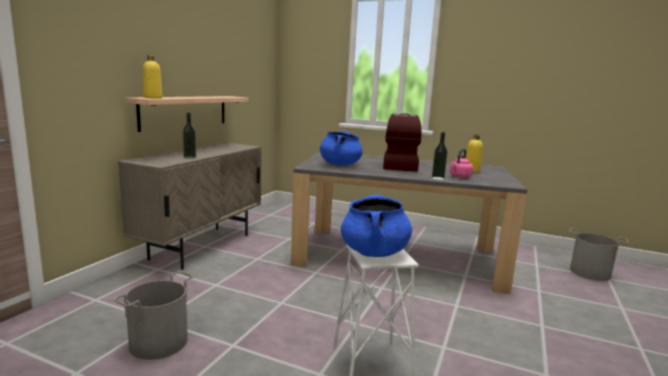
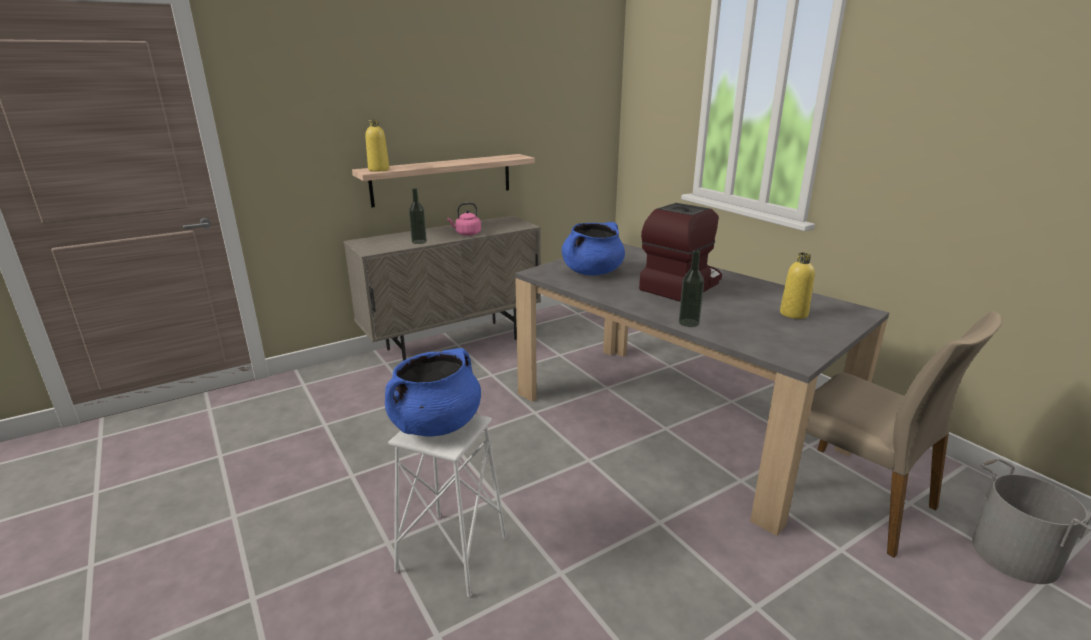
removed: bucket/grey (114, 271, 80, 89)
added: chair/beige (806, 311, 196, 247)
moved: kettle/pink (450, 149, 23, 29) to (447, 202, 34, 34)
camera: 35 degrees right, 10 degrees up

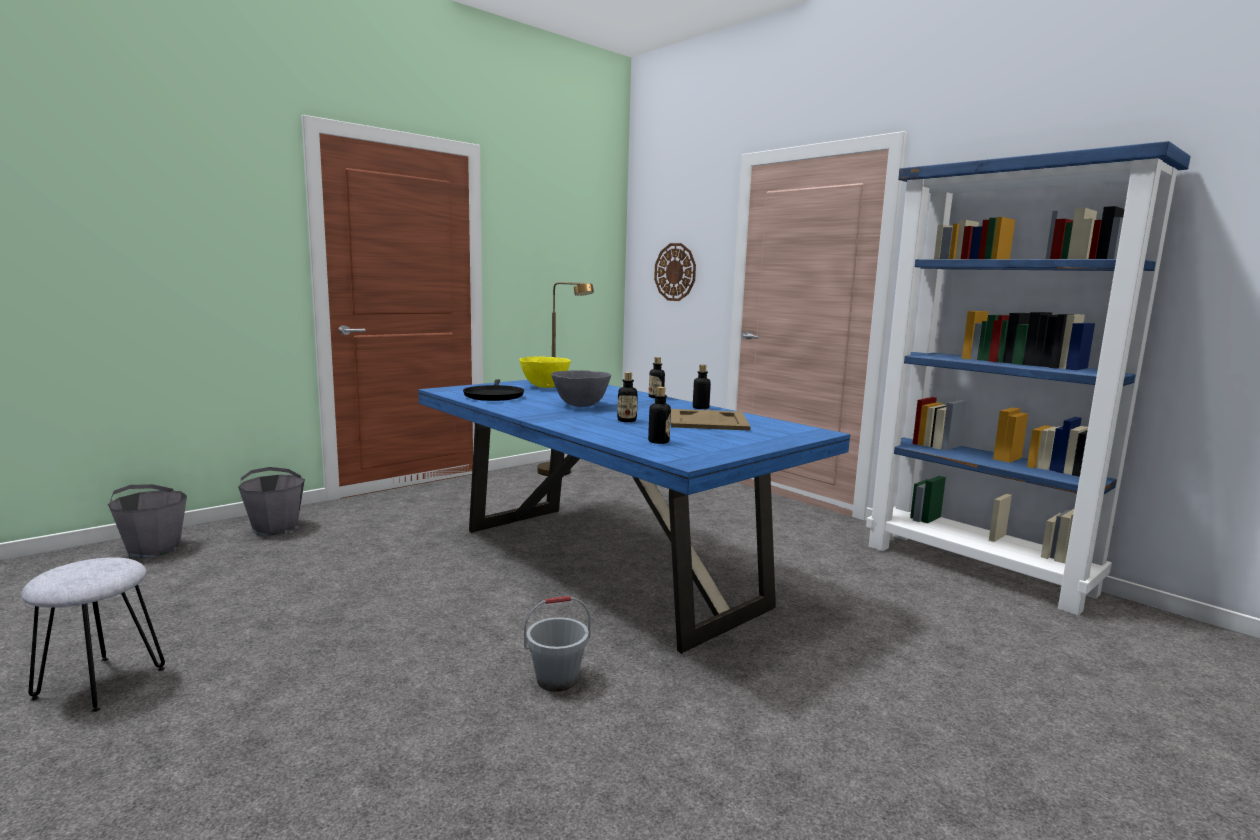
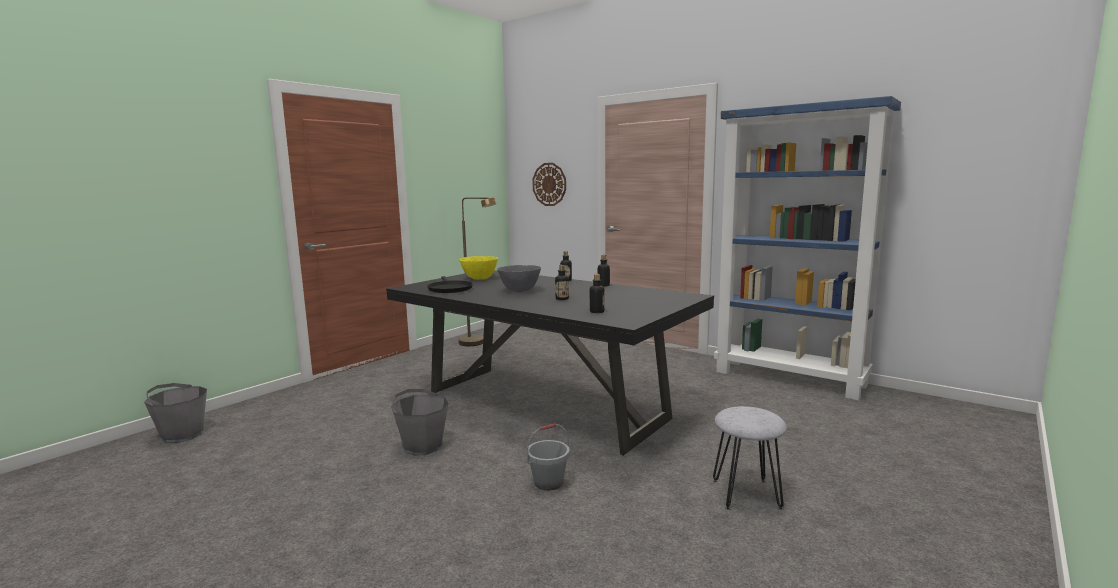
removed: tray/beige (671, 409, 80, 22)
moved: bucket/grey (238, 467, 67, 69) to (391, 389, 57, 67); stool/grey (21, 557, 144, 155) to (713, 406, 74, 104)
recoloured: dining table/blue (418, 380, 432, 274) to dining table/black (386, 270, 328, 186)
camera: 10 degrees left, 0 degrees up

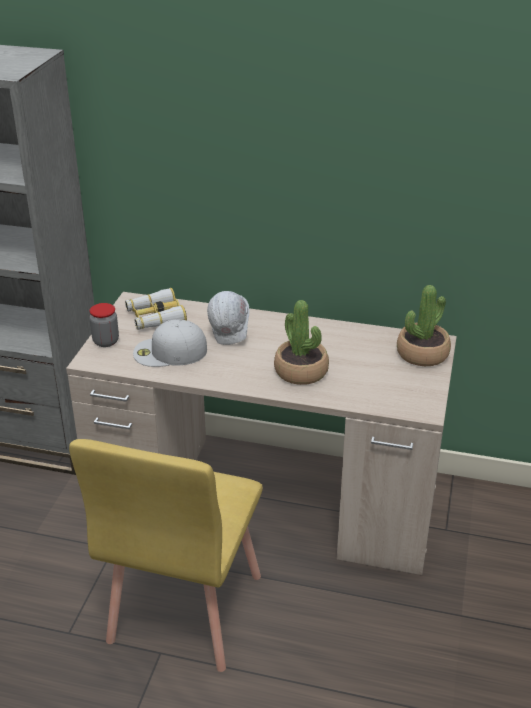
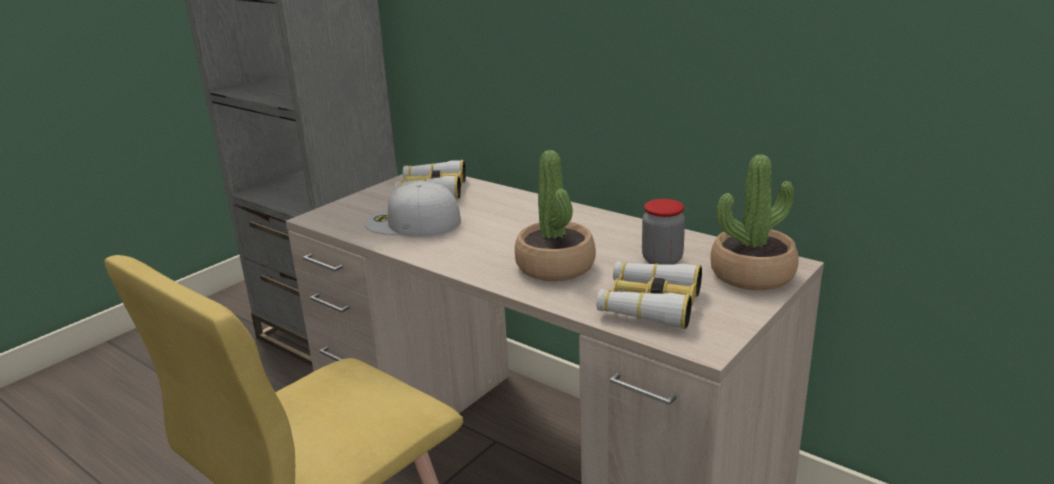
removed: hard hat/white (207, 291, 43, 54)
added: binoculars (596, 261, 106, 68)
moved: jar (89, 303, 30, 44) to (642, 199, 43, 66)
camera: 25 degrees right, 10 degrees down

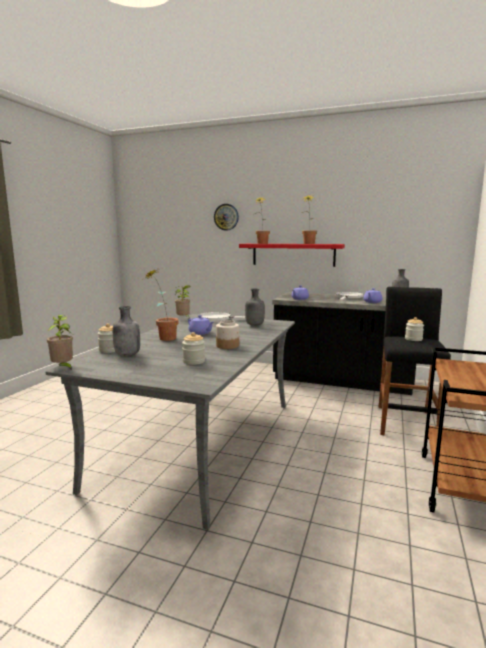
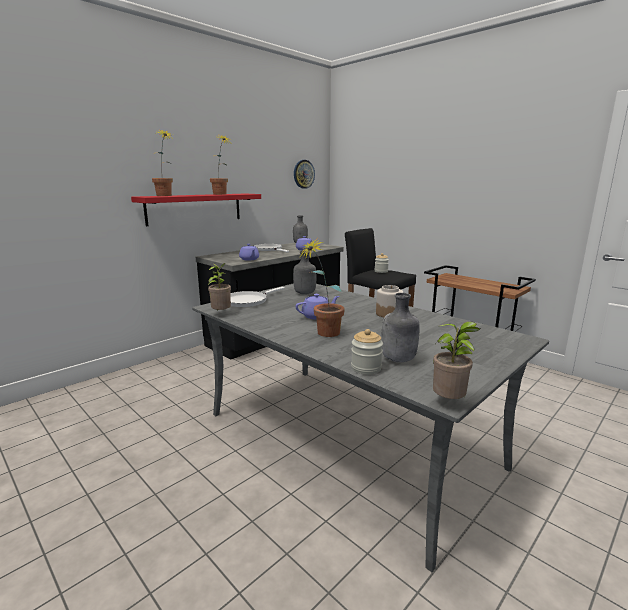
removed: jar (182, 332, 23, 33)
moved: wall clock (214, 204, 25, 27) to (294, 160, 21, 29)
camera: 65 degrees left, 5 degrees up

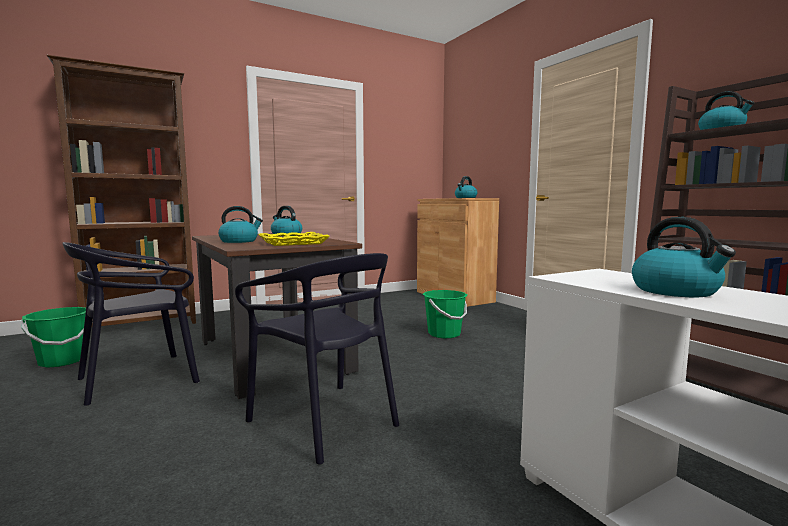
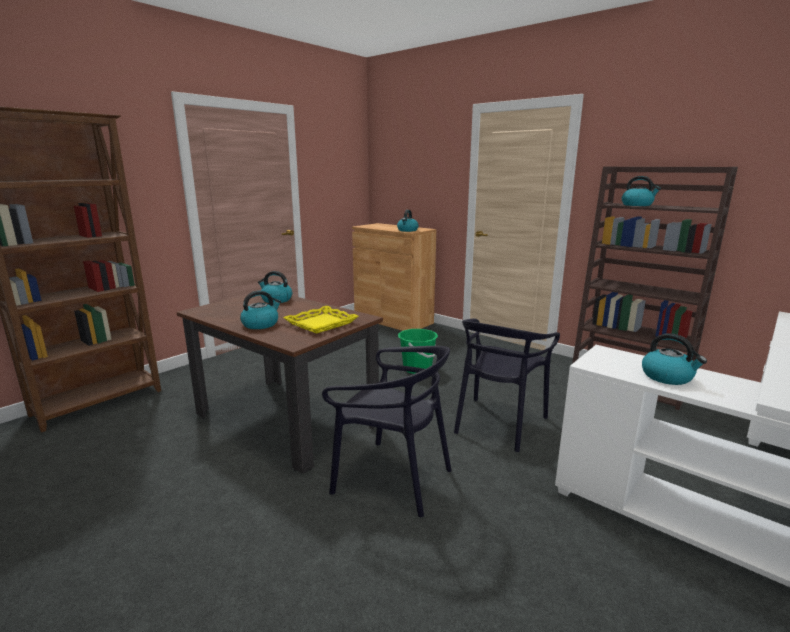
removed: bucket/green (21, 307, 65, 61)
moved: chair/black (62, 242, 138, 164) to (454, 318, 106, 134)
camera: 20 degrees left, 10 degrees up

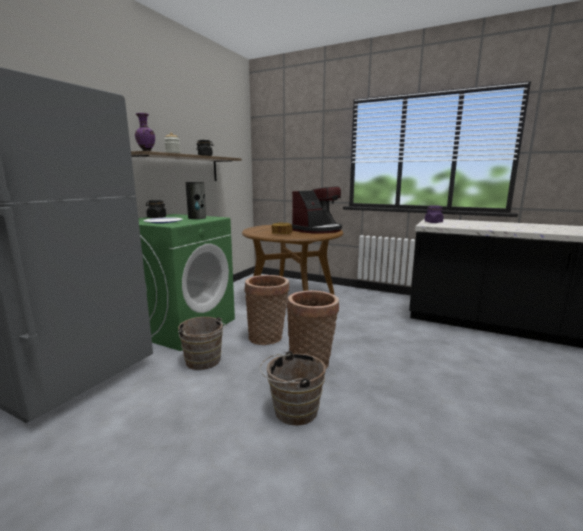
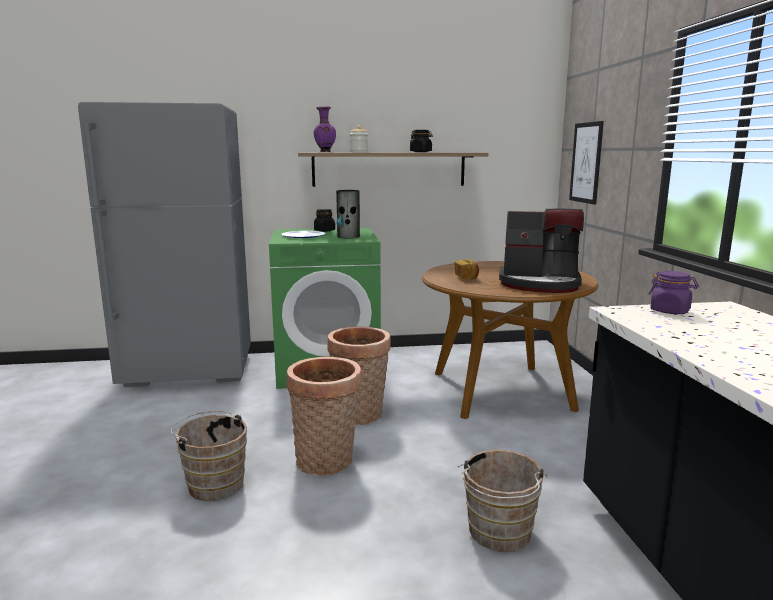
added: picture (569, 121, 35, 84)
moved: bucket/brown (178, 317, 48, 53) to (458, 450, 89, 102)
camera: 55 degrees right, 0 degrees up

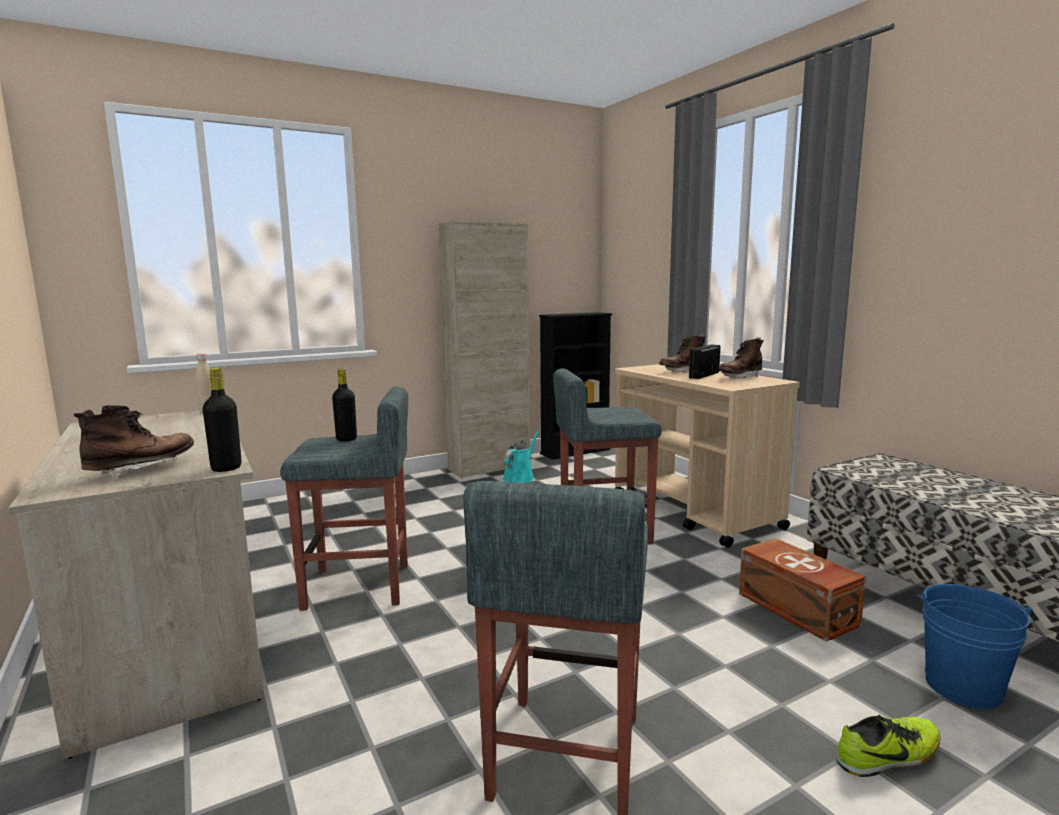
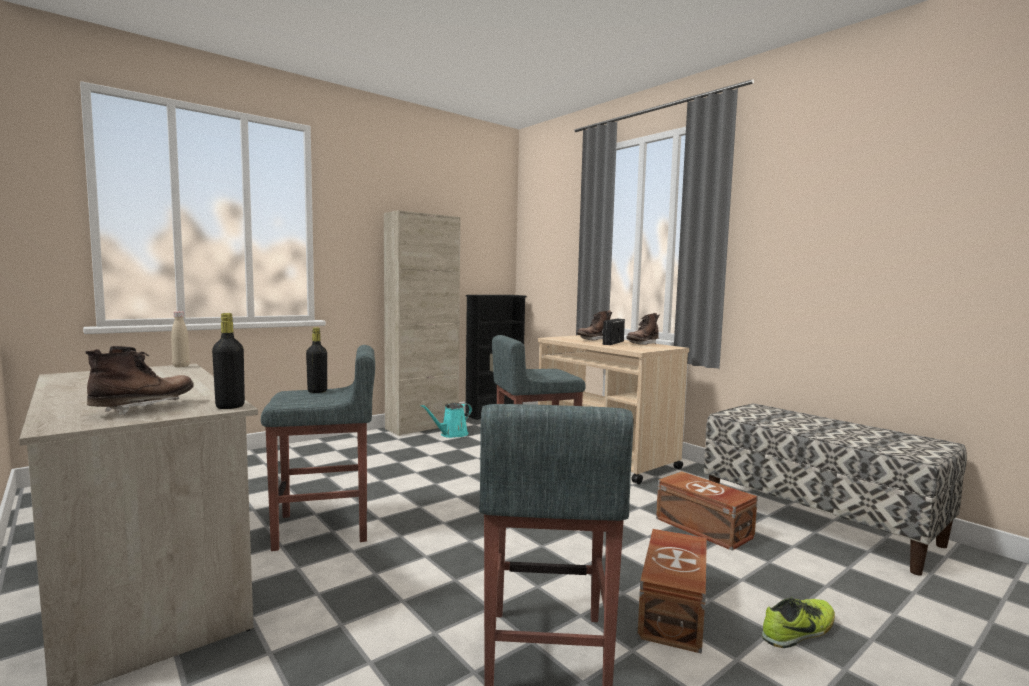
removed: bucket/blue (917, 584, 115, 125)
added: storage box/brown (637, 529, 70, 125)
turned: watering can/turquoise (503, 430, 36, 53) = (421, 403, 51, 35) 150 degrees counterclockwise
camera: 10 degrees left, 5 degrees down

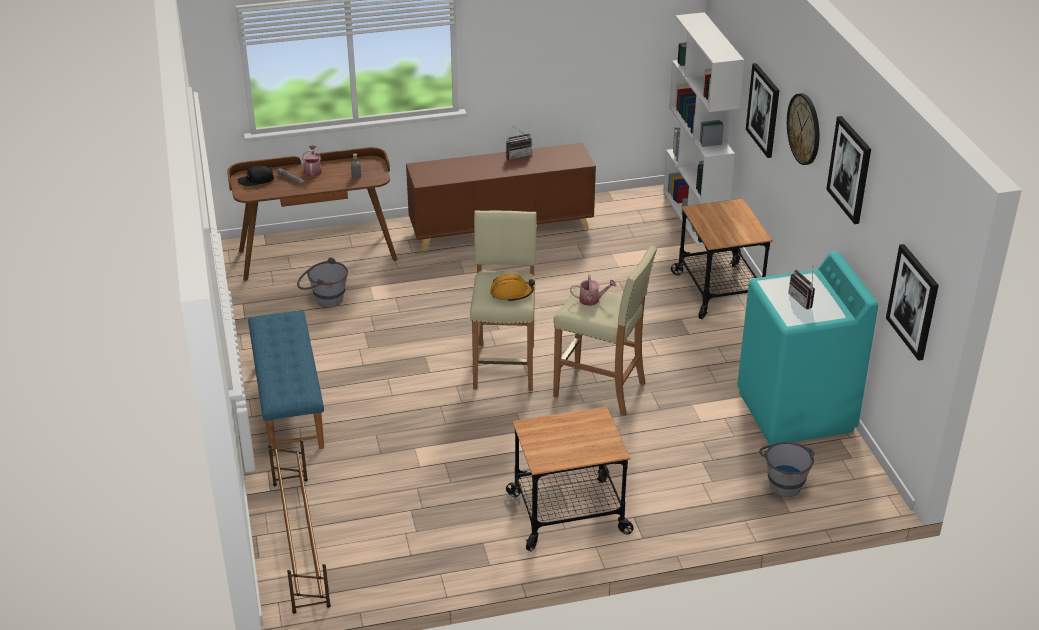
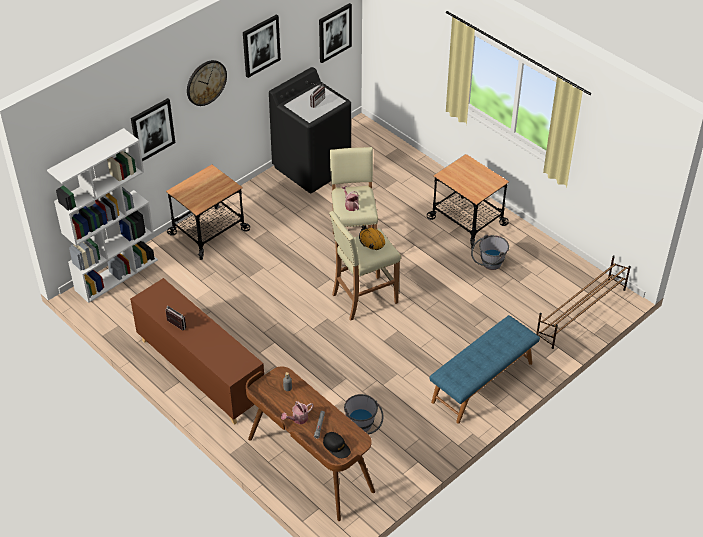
moved: bucket/grey (759, 442, 55, 55) to (471, 234, 38, 36)
recoloured: washing machine/turquoise (737, 252, 141, 193) to washing machine/black (269, 67, 82, 126)
camera: 120 degrees left, 10 degrees up

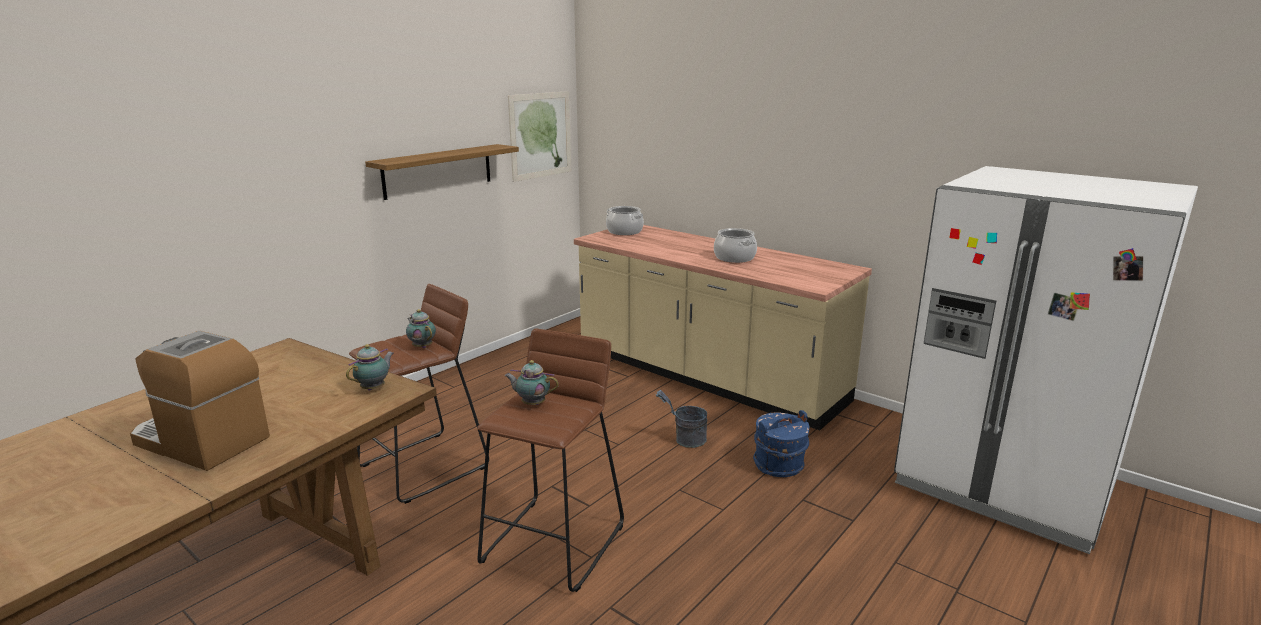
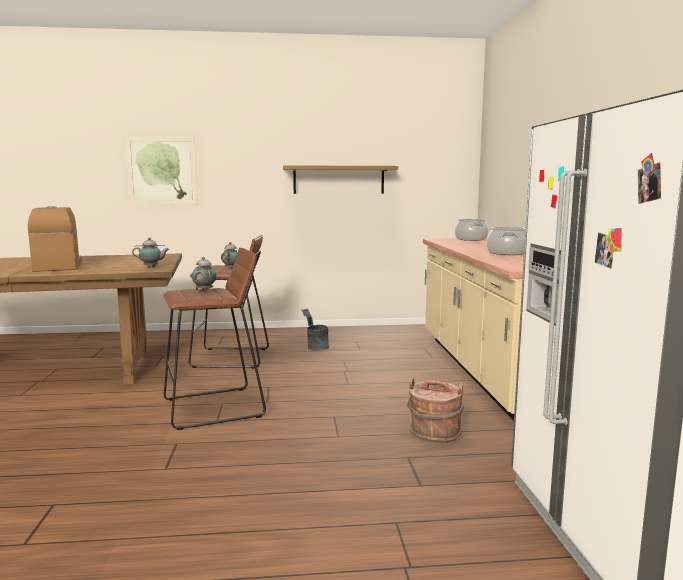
moved: picture (508, 91, 63, 91) to (125, 136, 73, 69); bucket/grey (655, 390, 52, 58) to (301, 309, 28, 42)
recoloured: bucket/blue (753, 410, 56, 67) to bucket/brown (407, 378, 57, 66)
camera: 45 degrees right, 10 degrees down

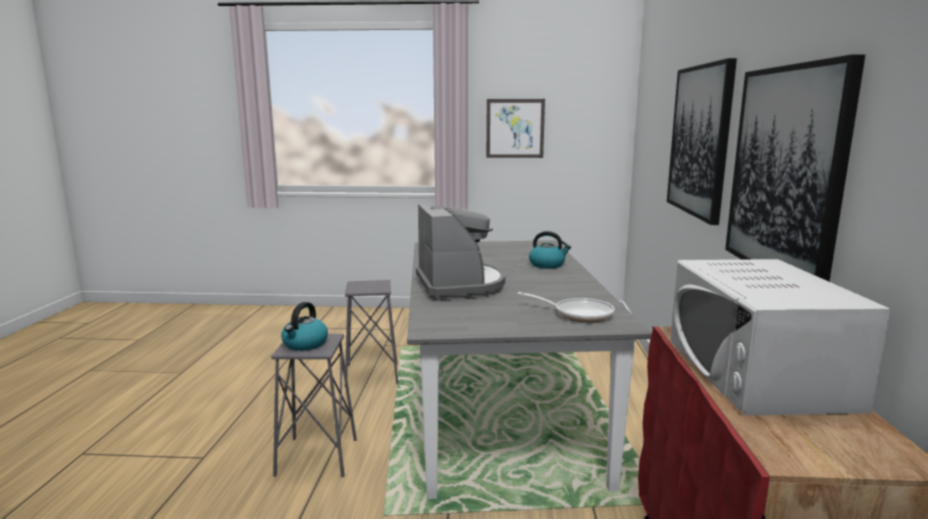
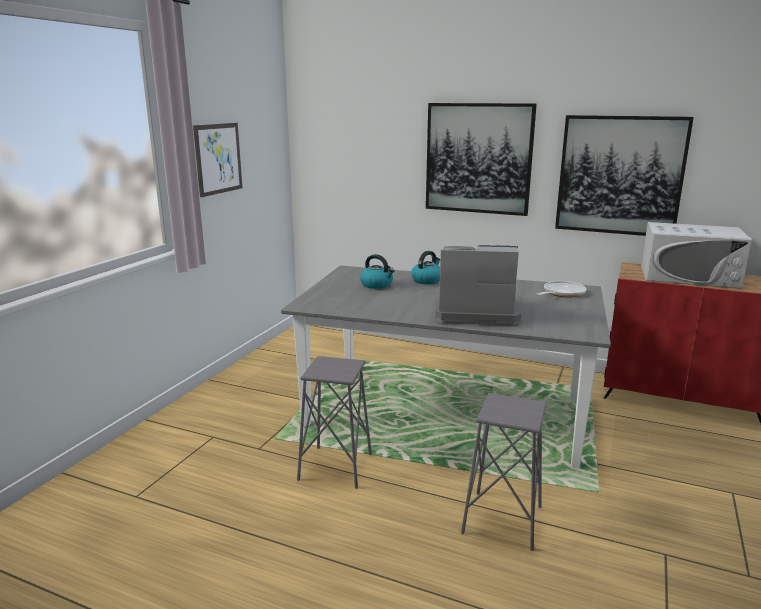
moved: kettle (281, 302, 47, 49) to (360, 254, 35, 35)
camera: 70 degrees left, 5 degrees up

